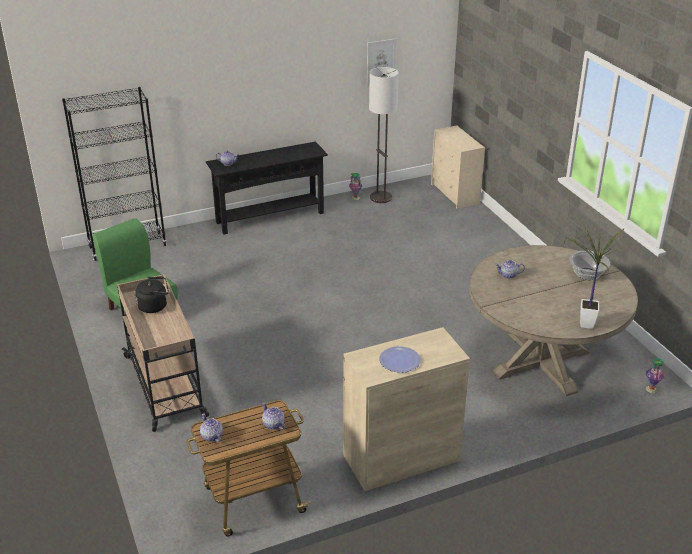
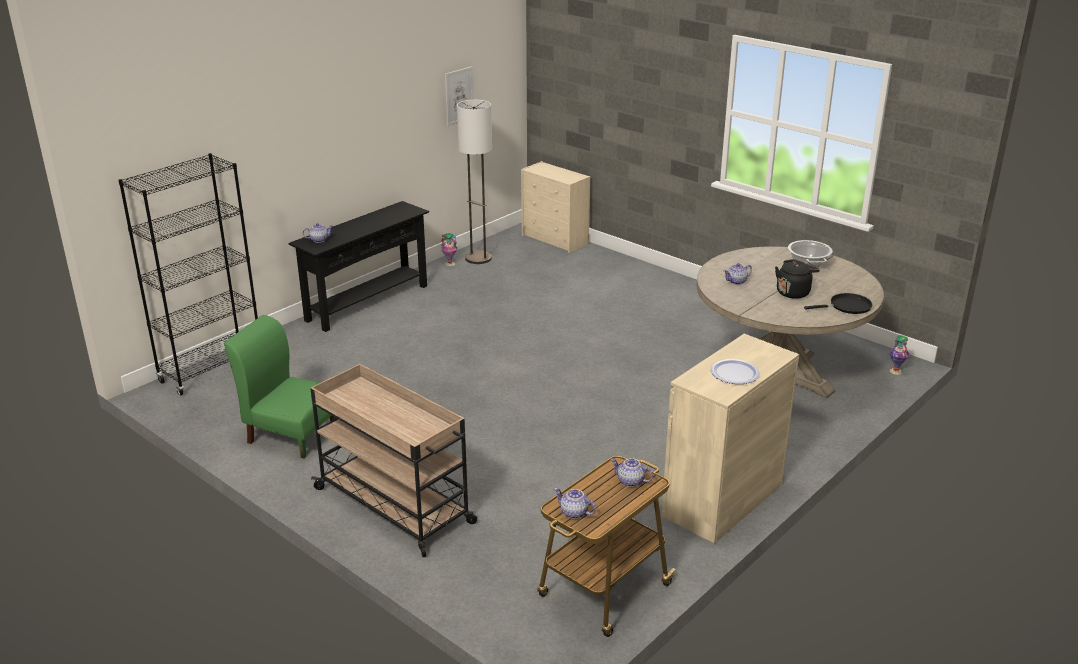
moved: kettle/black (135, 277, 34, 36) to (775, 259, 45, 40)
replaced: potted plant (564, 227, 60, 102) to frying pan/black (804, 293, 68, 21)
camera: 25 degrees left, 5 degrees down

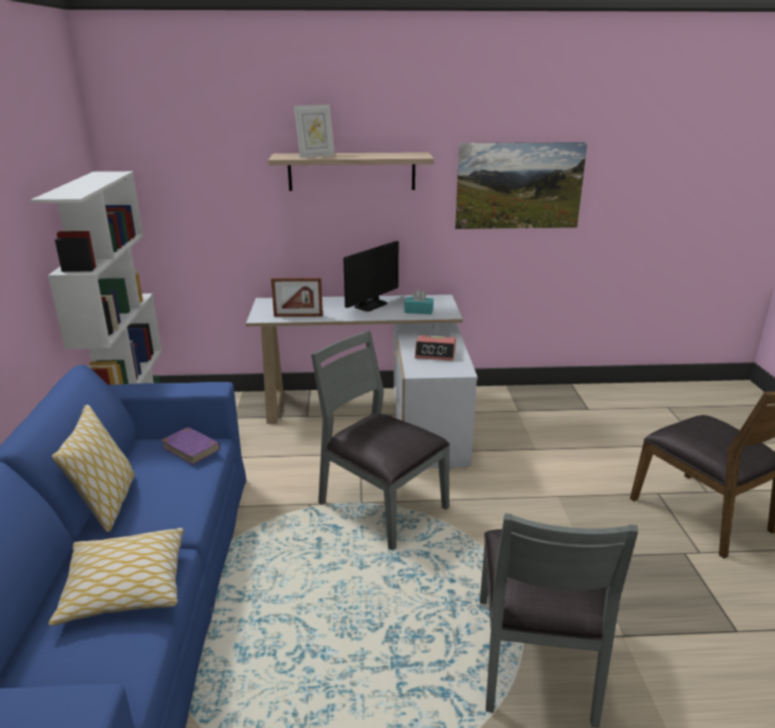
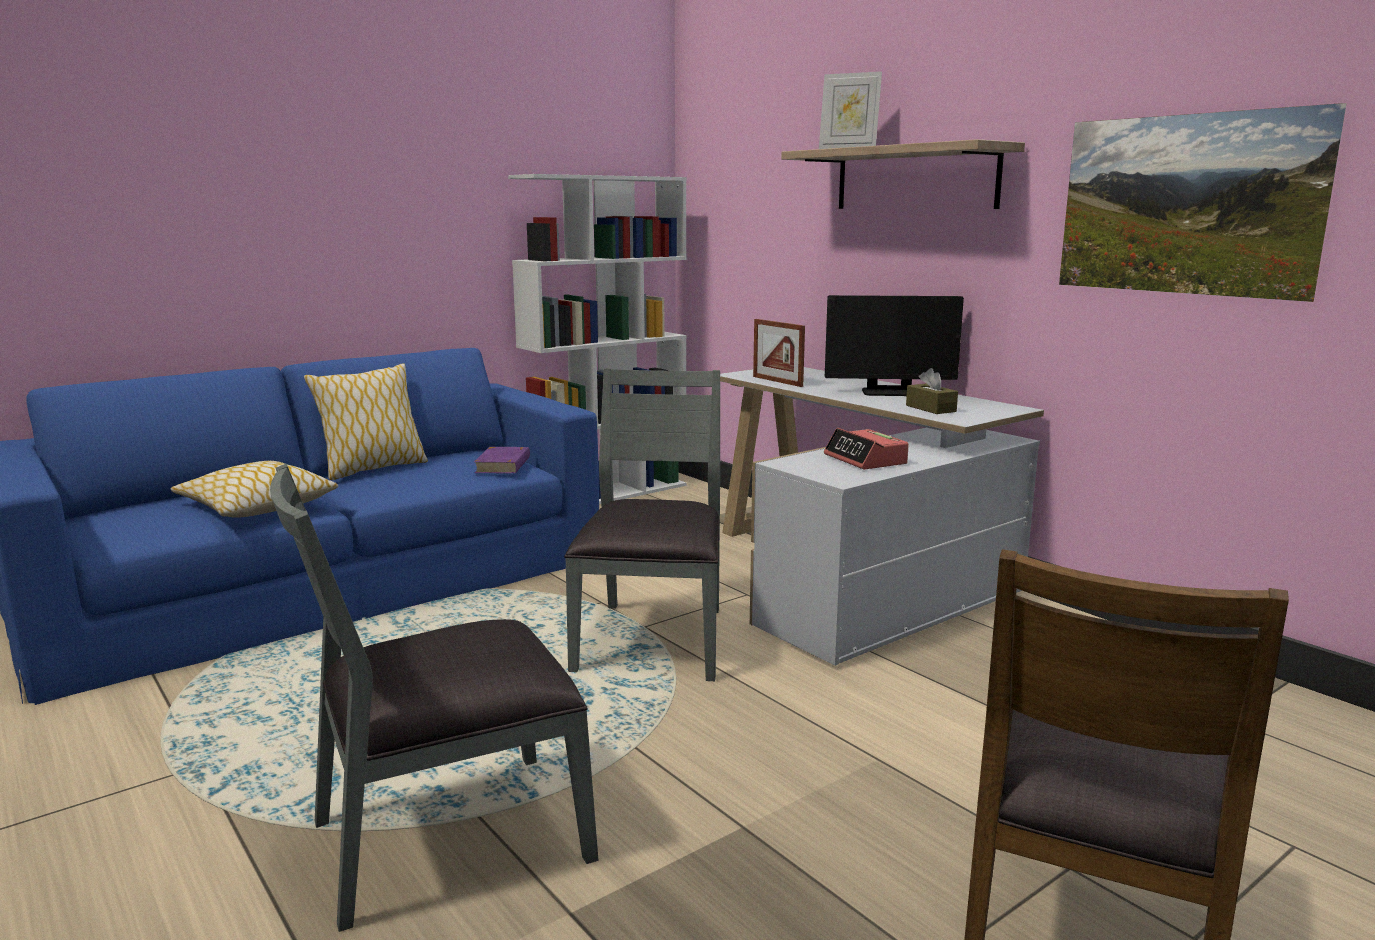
recoloured: tissue box/turquoise (404, 289, 30, 26) to tissue box/brown (906, 368, 52, 46)
camera: 55 degrees right, 10 degrees down

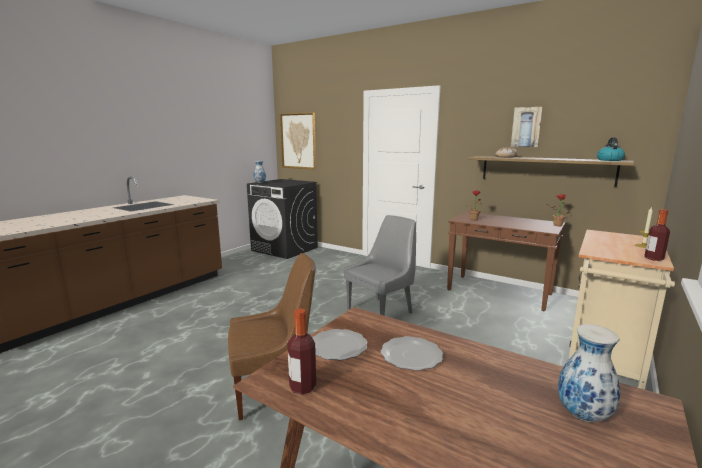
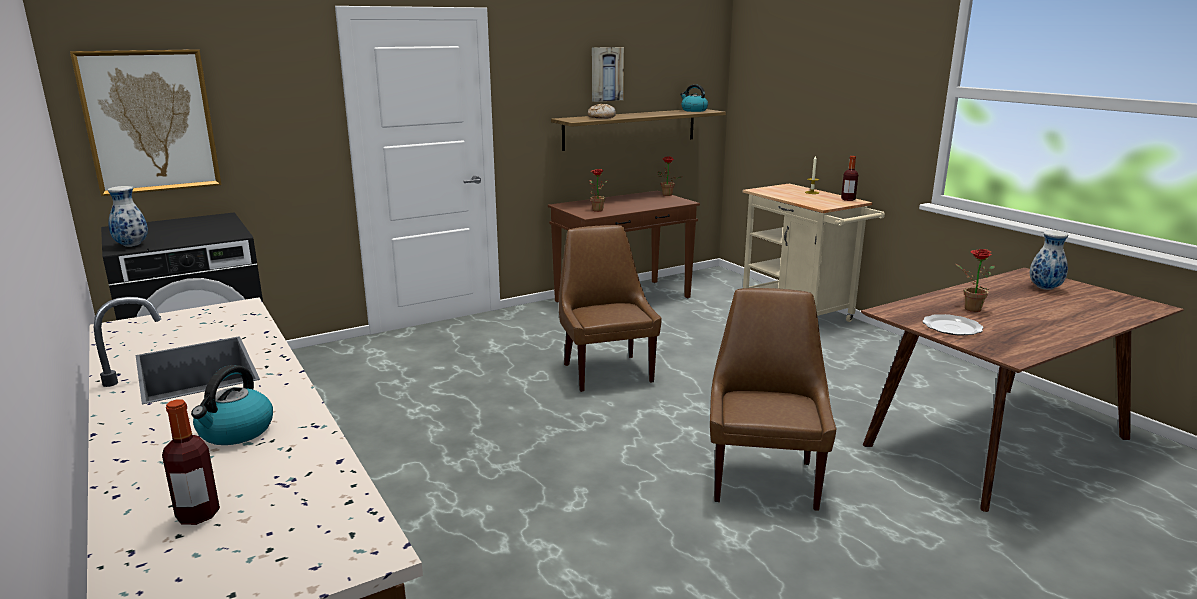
added: kettle (191, 365, 82, 80)
moved: bottle (287, 308, 29, 87) to (162, 399, 58, 126)
replaced: plate (381, 336, 62, 35) to potted plant (956, 249, 39, 63)
recoloured: chair/grey (344, 215, 72, 101) to chair/brown (559, 225, 103, 167)
camera: 65 degrees left, 5 degrees up

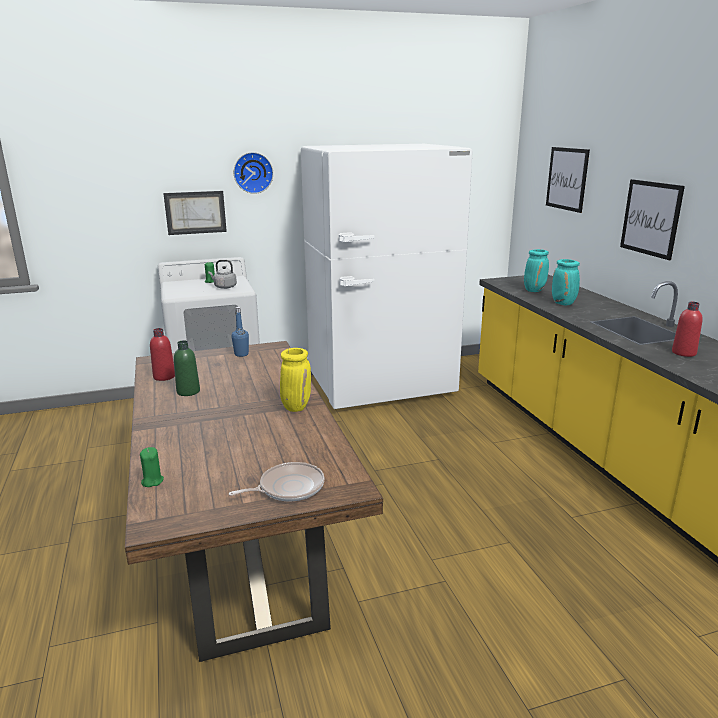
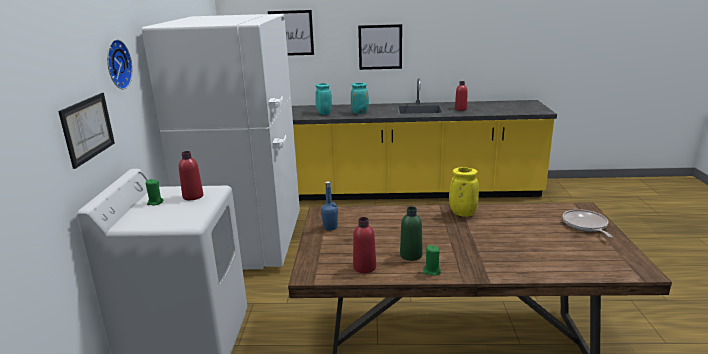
moved: candle/green (140, 447, 24, 40) to (423, 245, 18, 31)
replaced: kettle/grey (208, 260, 29, 29) to bottle/red (179, 151, 24, 49)
camera: 70 degrees left, 0 degrees up

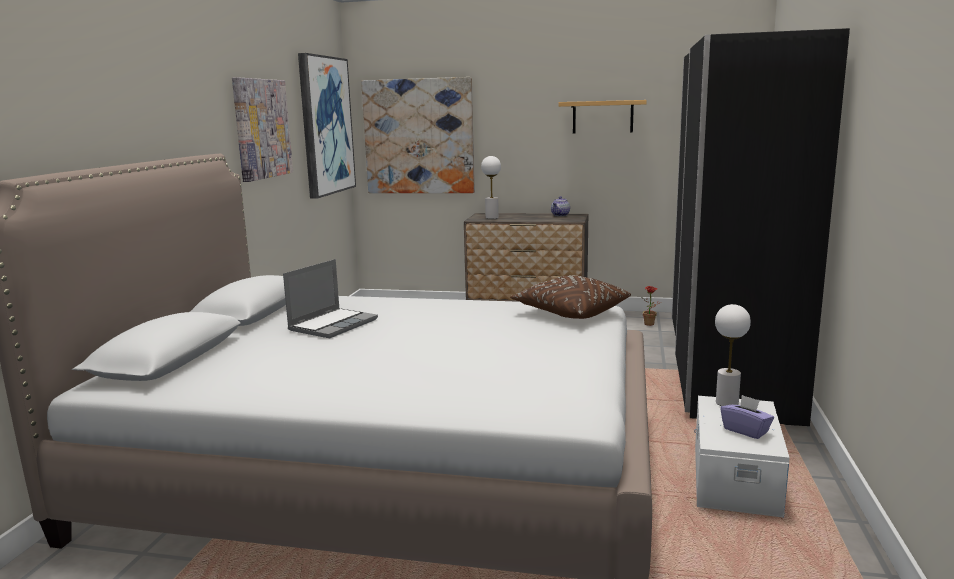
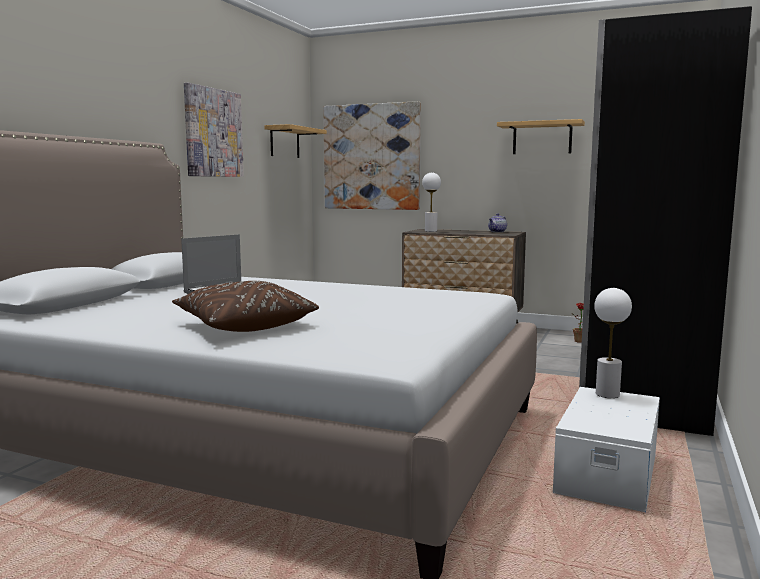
removed: tissue box/purple (720, 395, 54, 44)
moved: pillow/brown (510, 275, 121, 44) to (172, 281, 147, 51)
replaced: picture (298, 53, 58, 145) to shelf (264, 124, 63, 34)
camera: 10 degrees right, 5 degrees down

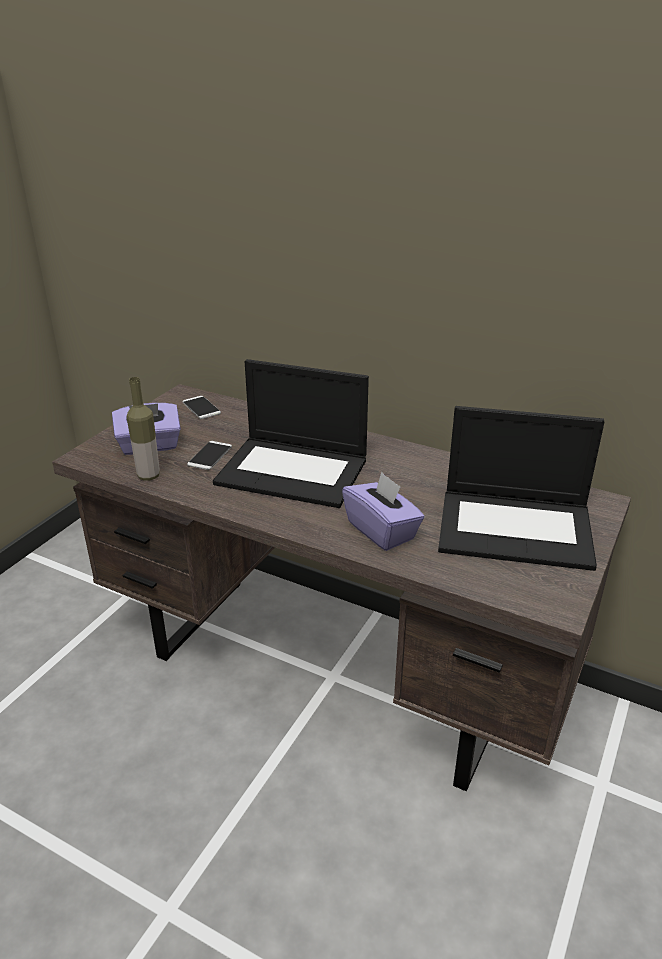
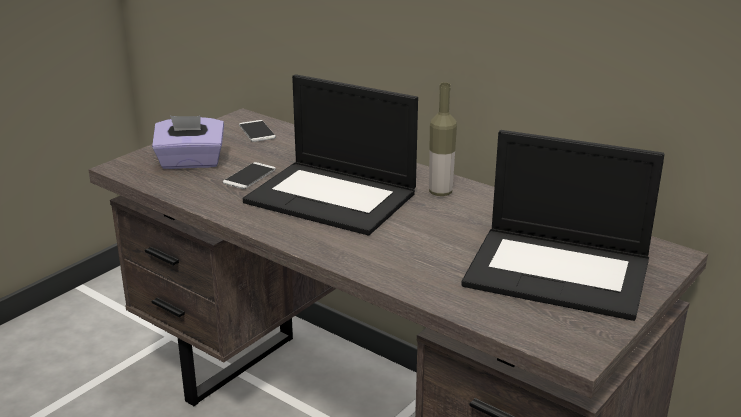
removed: tissue box/purple (342, 472, 83, 79)
moved: bottle (126, 377, 34, 104) to (429, 83, 28, 113)
camera: 10 degrees right, 5 degrees down

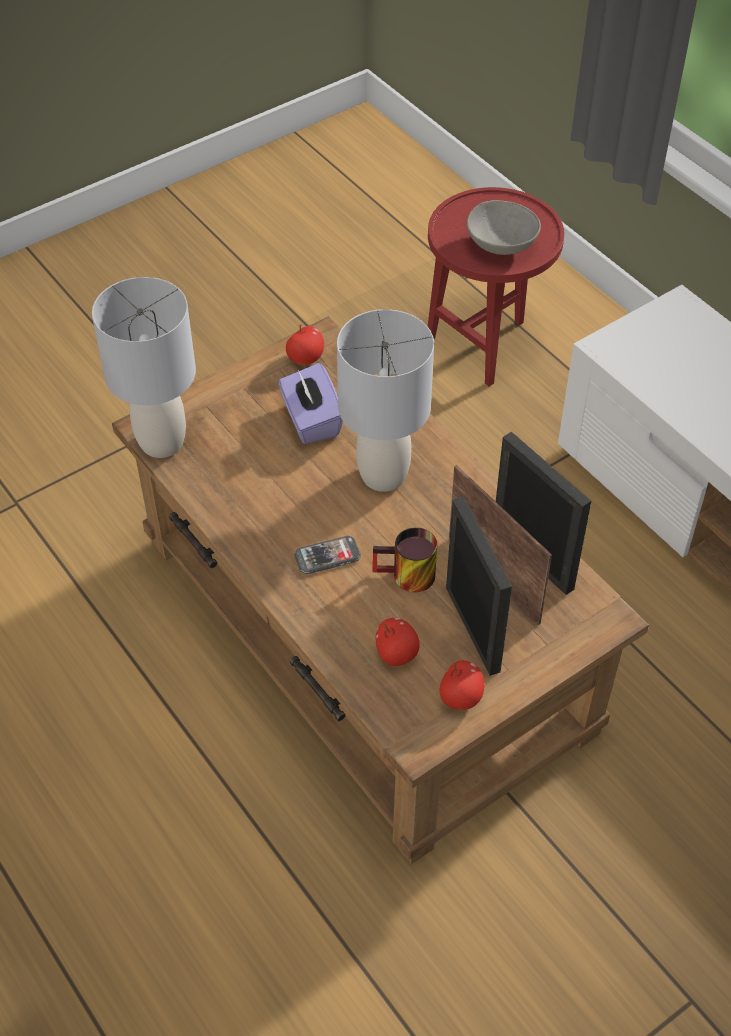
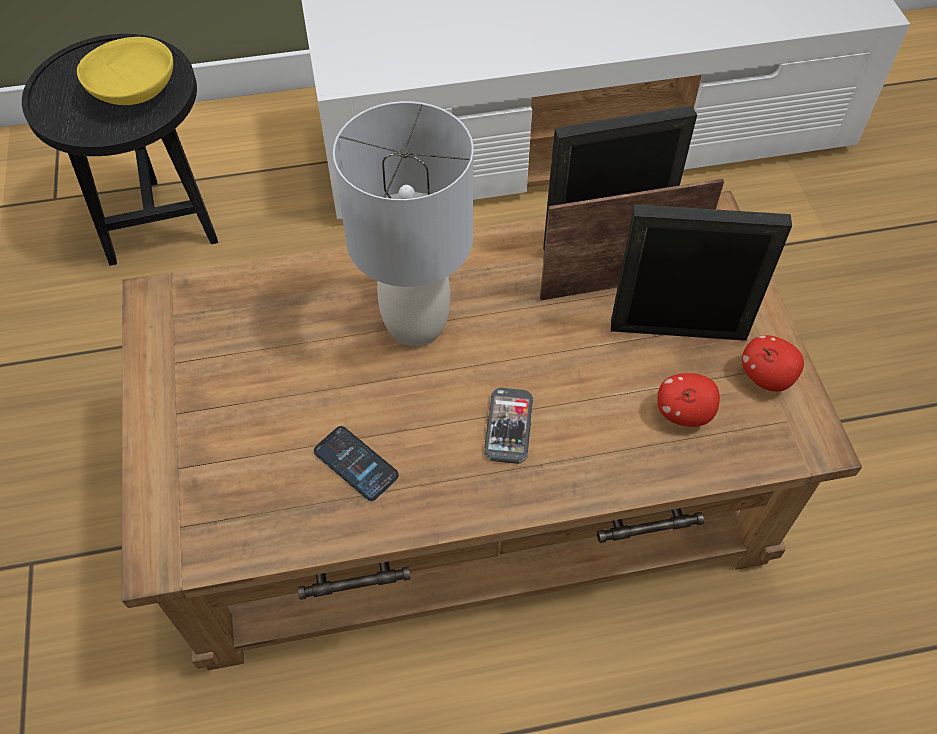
removed: table lamp/grey (92, 277, 104, 181); apple (286, 324, 38, 41); tissue box/purple (279, 363, 64, 81); mug (372, 527, 65, 65)
added: phone (314, 426, 85, 75)
recoloured: side table/red (428, 187, 136, 200) to side table/black (22, 34, 196, 232); bowl/grey (467, 200, 74, 55) to bowl/yellow (77, 37, 96, 68)
camera: 65 degrees left, 5 degrees up

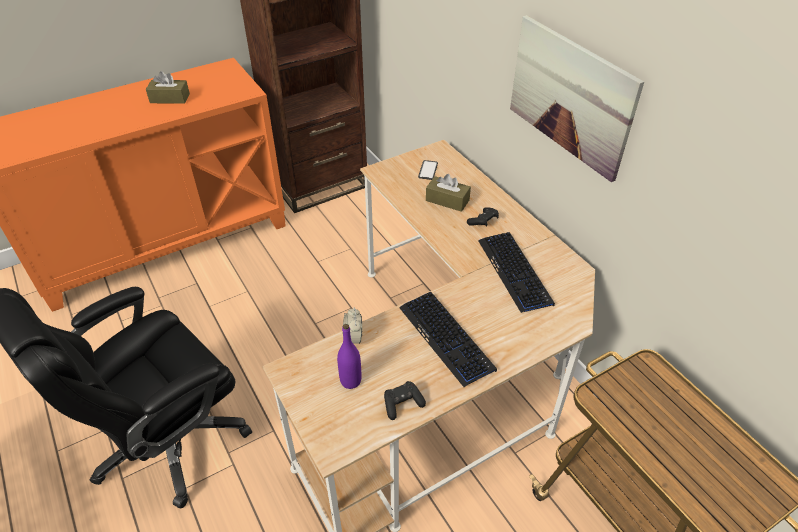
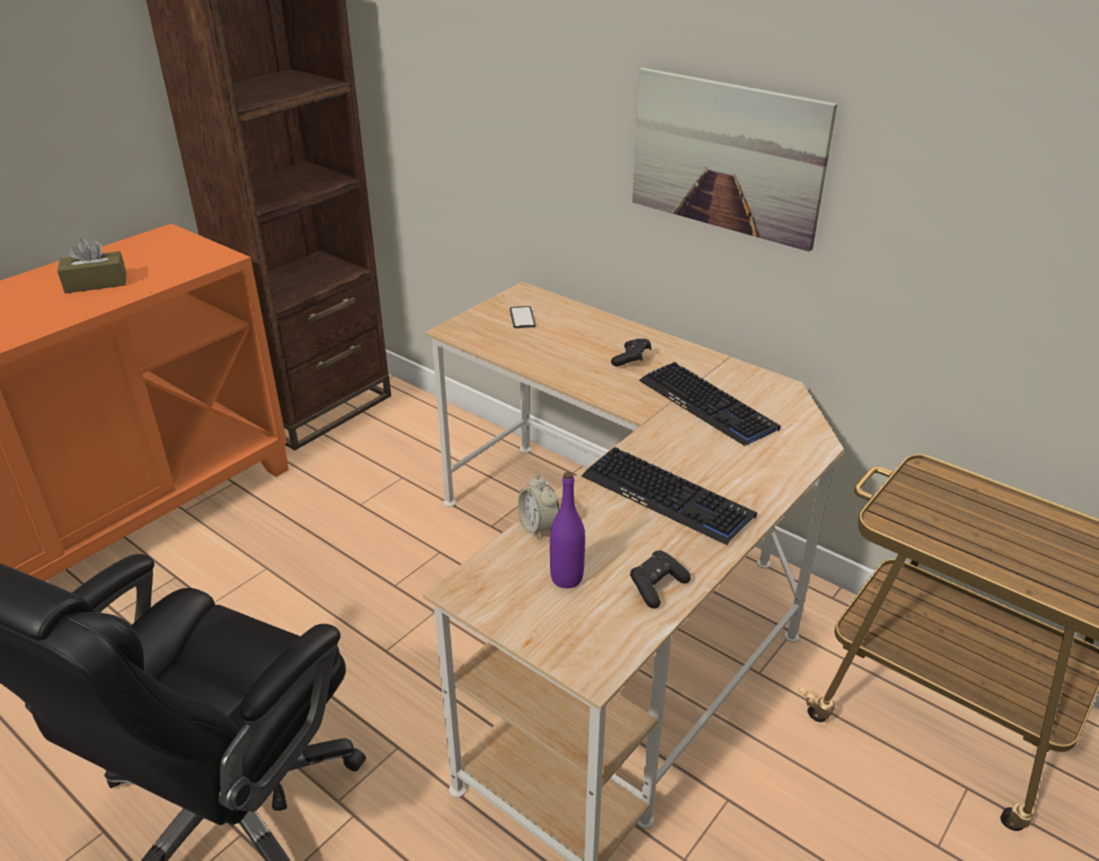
removed: tissue box/brown (426, 174, 45, 38)
camera: 20 degrees left, 10 degrees down

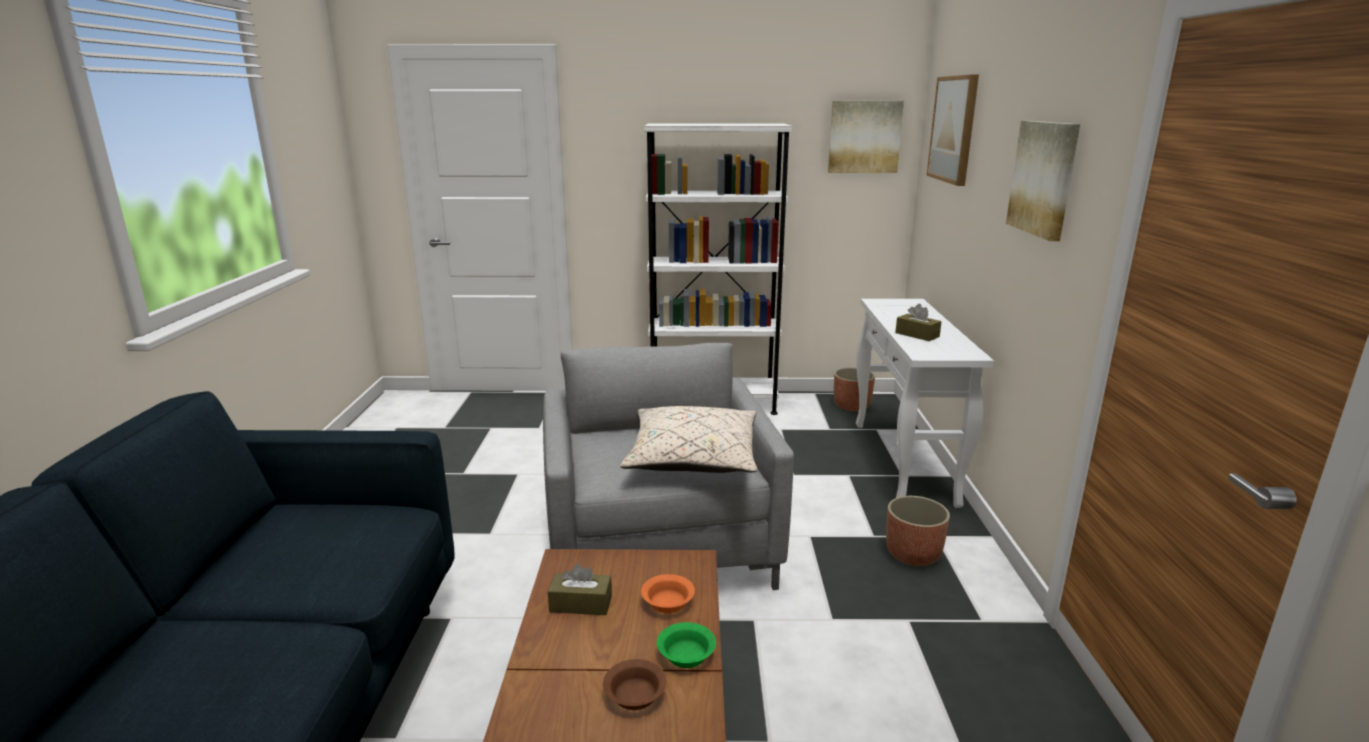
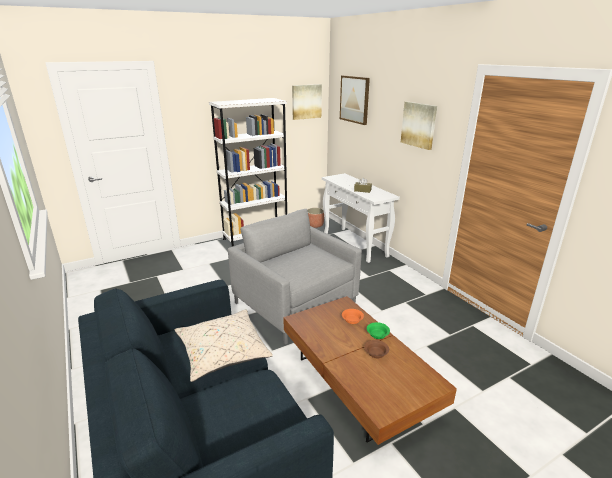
removed: planter (886, 496, 64, 70); tissue box/brown (548, 564, 64, 51)
moved: pillow/beige (620, 406, 137, 67) to (174, 309, 99, 73)
camera: 30 degrees left, 5 degrees up

